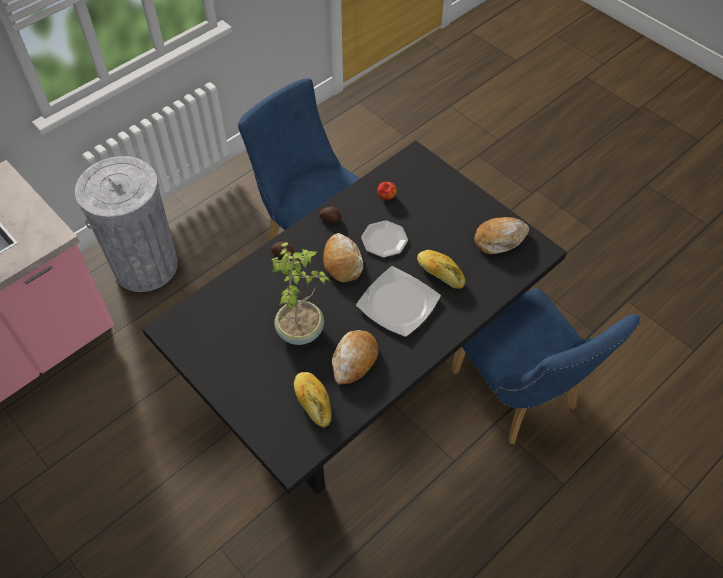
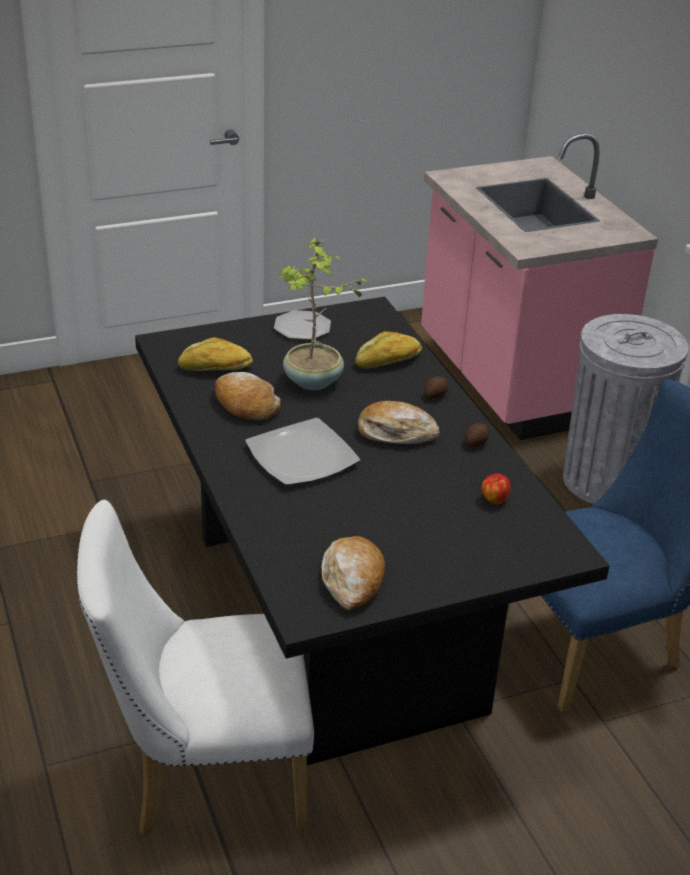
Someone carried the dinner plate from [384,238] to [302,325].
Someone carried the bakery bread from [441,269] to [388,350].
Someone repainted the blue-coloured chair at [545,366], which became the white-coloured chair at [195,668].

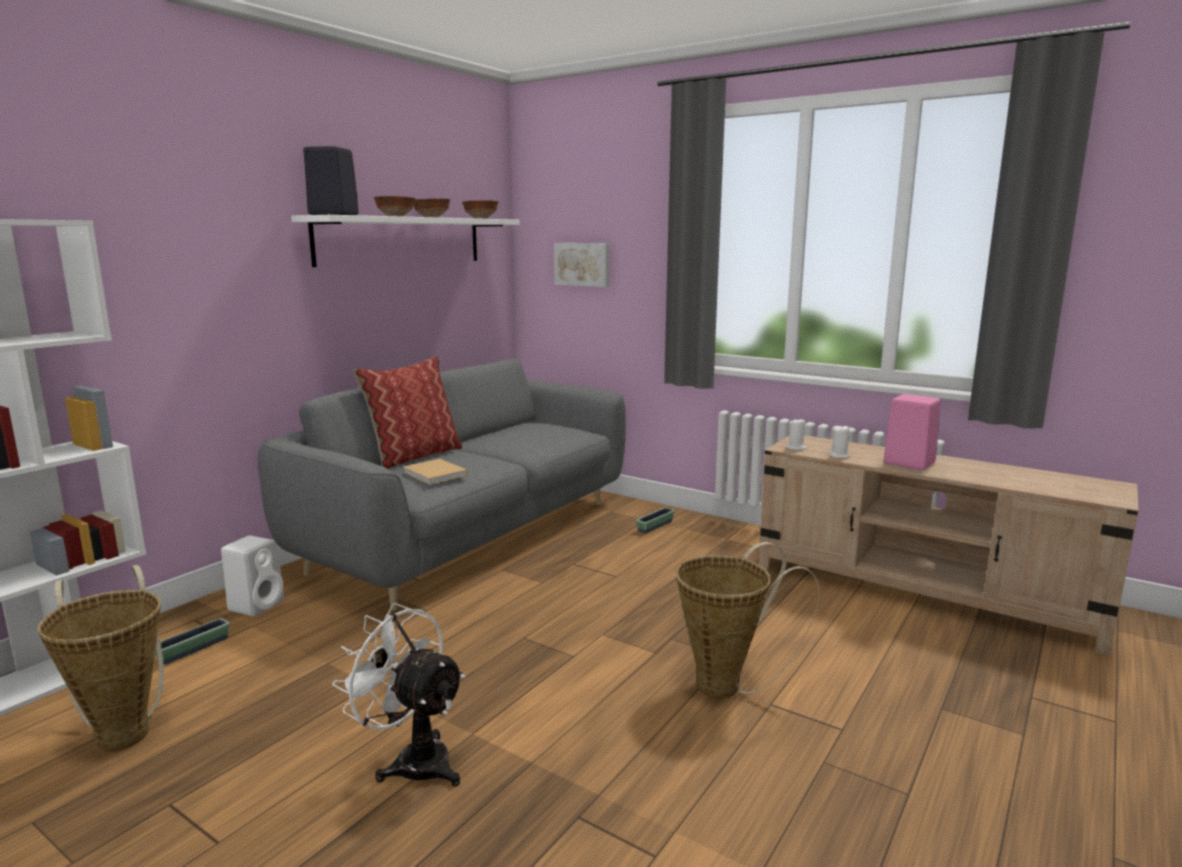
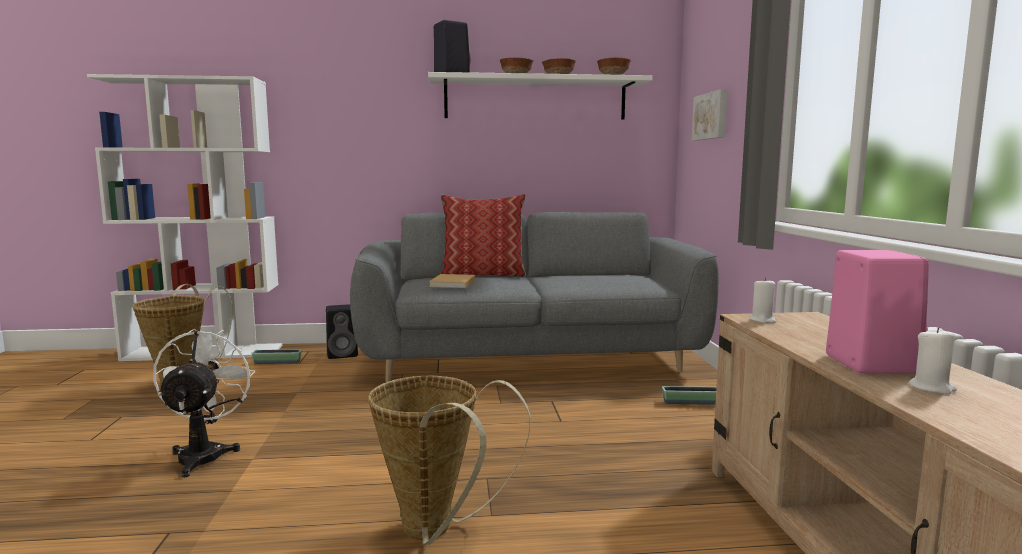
Someone carried the white-coloured wax light from [840,442] to [933,360].
Someone repainted the white-coloured loudspeaker at [252,576], which became the blackish loudspeaker at [342,331].

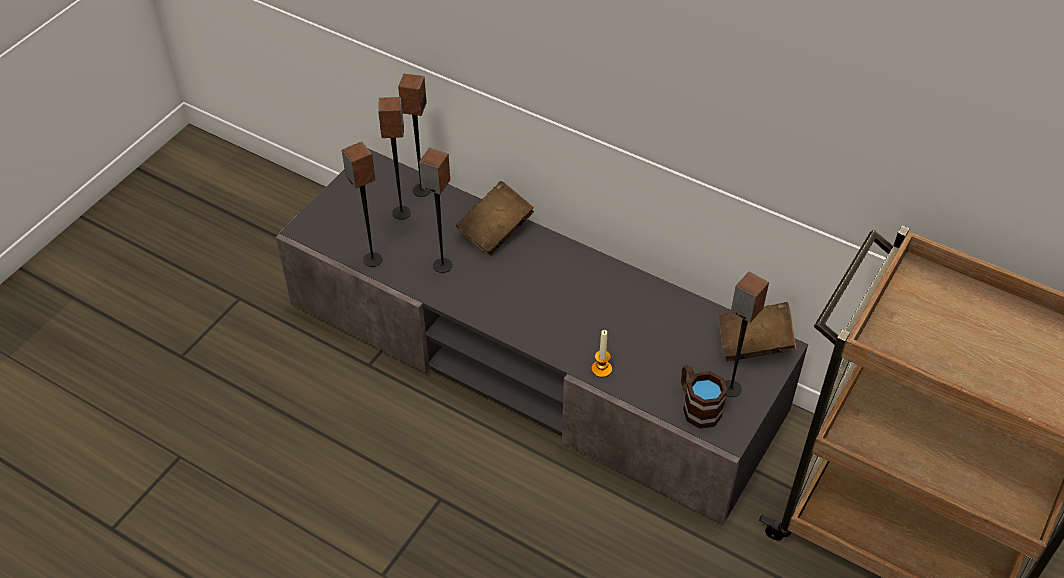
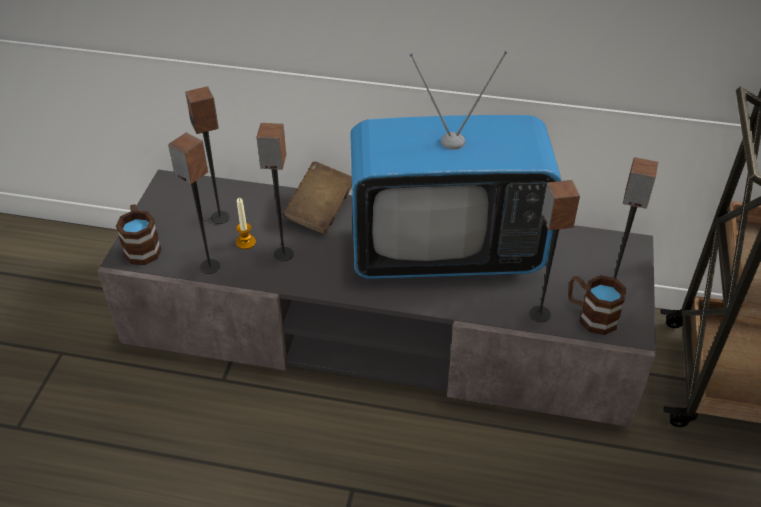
Someone took away the brown volume at [757,331].
Someone put down the brown mug at [138,234].
Someone put down the television at [456,165].
Someone carried the loudspeaker from [414,135] to [554,251].
Someone carried the wax light from [601,354] to [246,223].

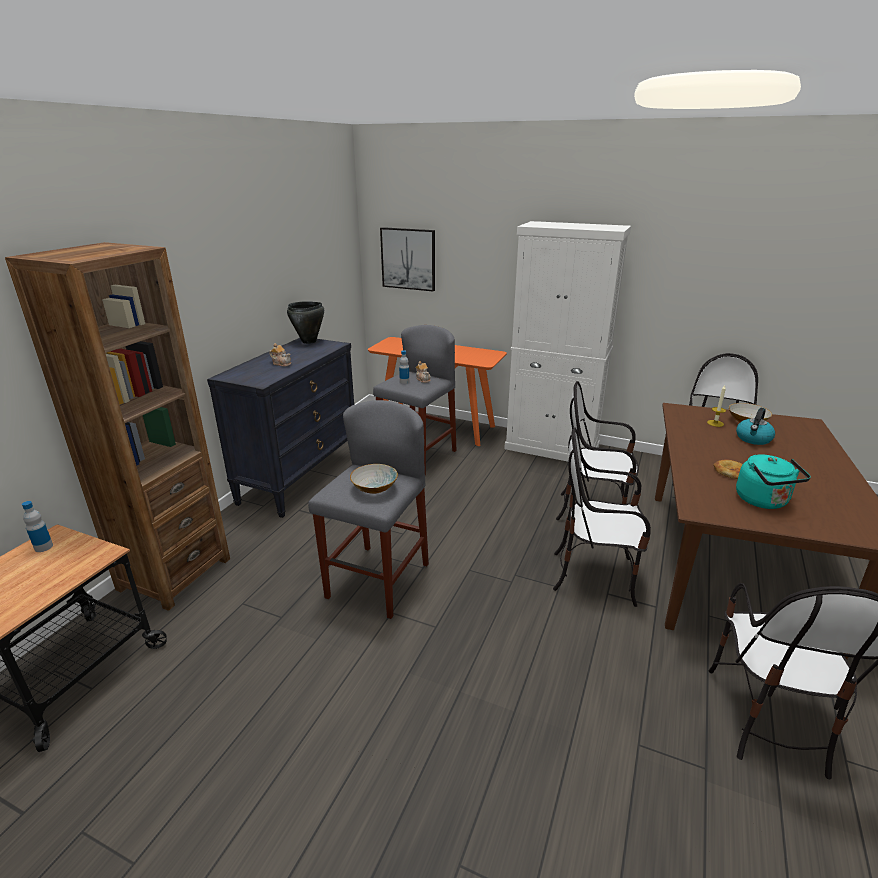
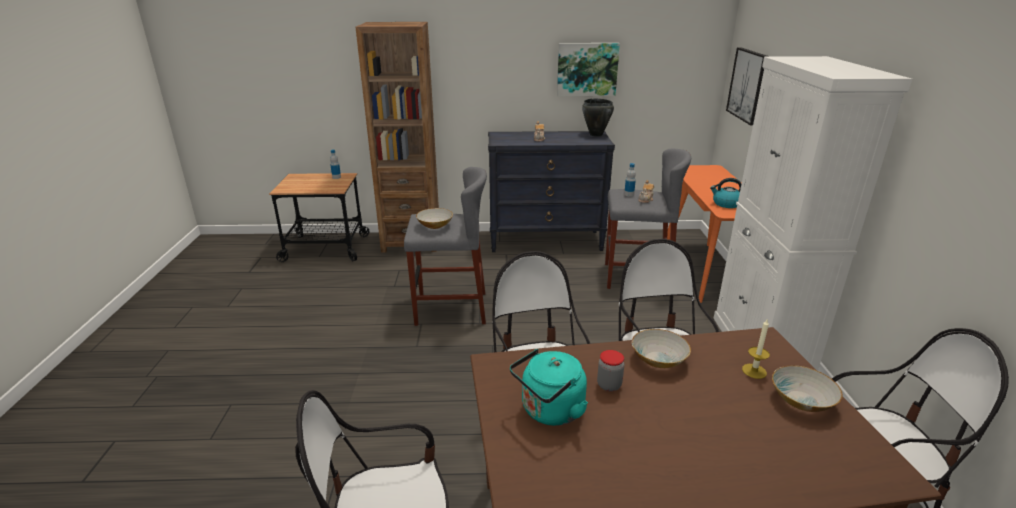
Someone put up the picture at [588,70].
Someone put down the serving bowl at [661,348].
Someone carried the kettle from [755,426] to [725,193].
Someone swapped the bakery bread at [728,469] for the jar at [610,371].

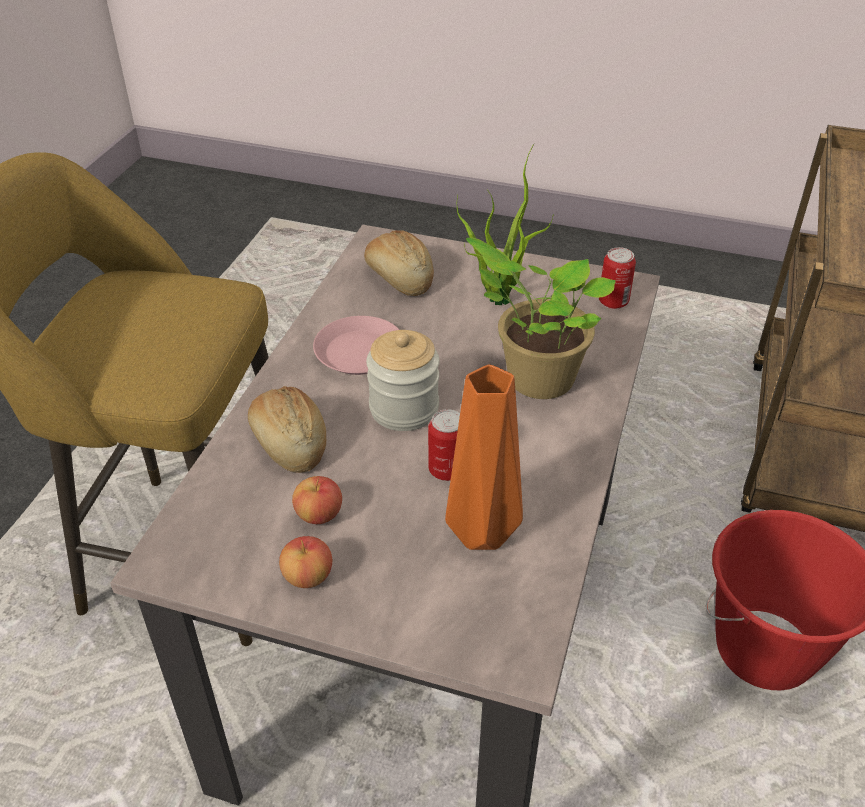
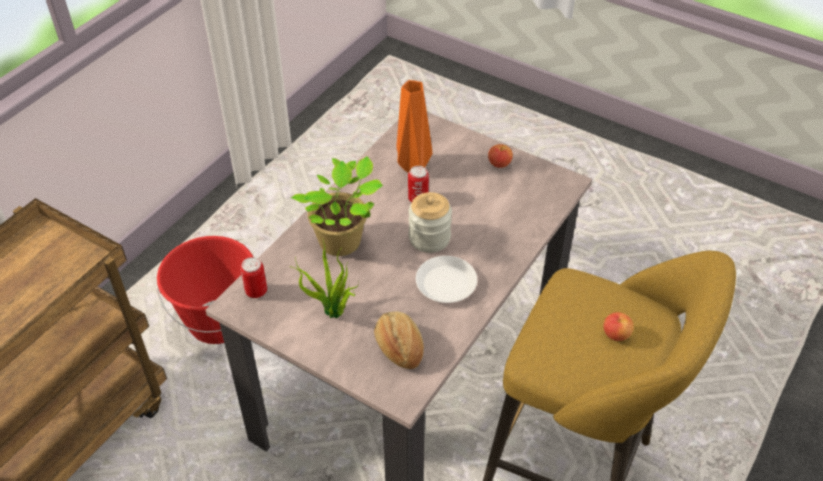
Someone took away the bakery bread at [287,429].
Someone carried the apple from [317,500] to [619,326].
Someone repainted the pinkish dinner plate at [356,345], which became the white-coloured dinner plate at [446,279].

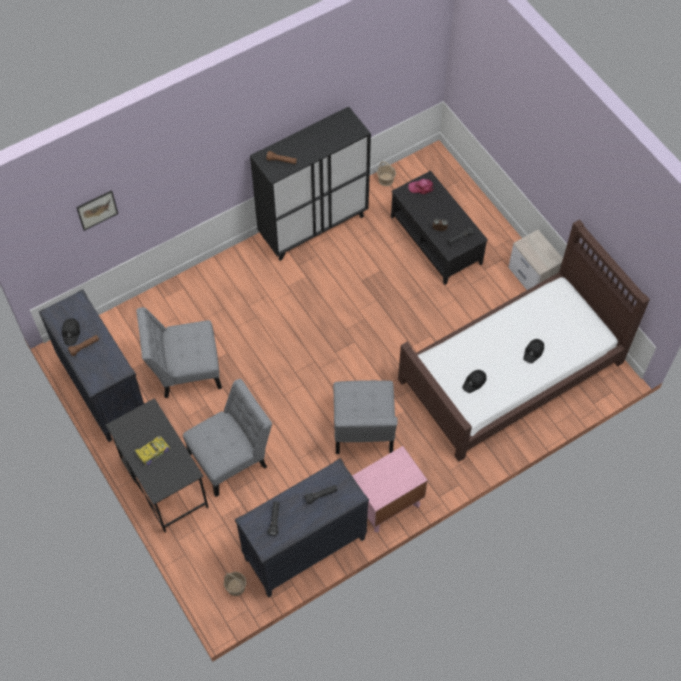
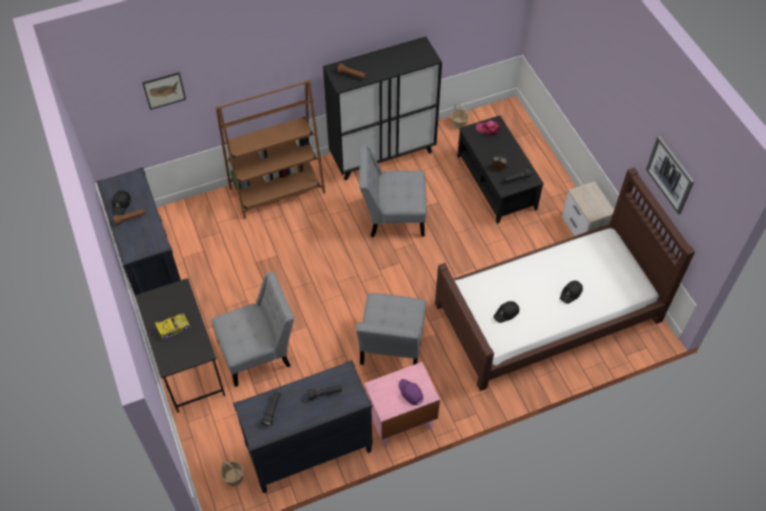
Someone put down the brown bookshelf at [270,149].
Someone put down the purple cap at [411,392].
Someone put up the picture at [670,175].
Someone carried the greyish chair from [179,352] to [393,190].

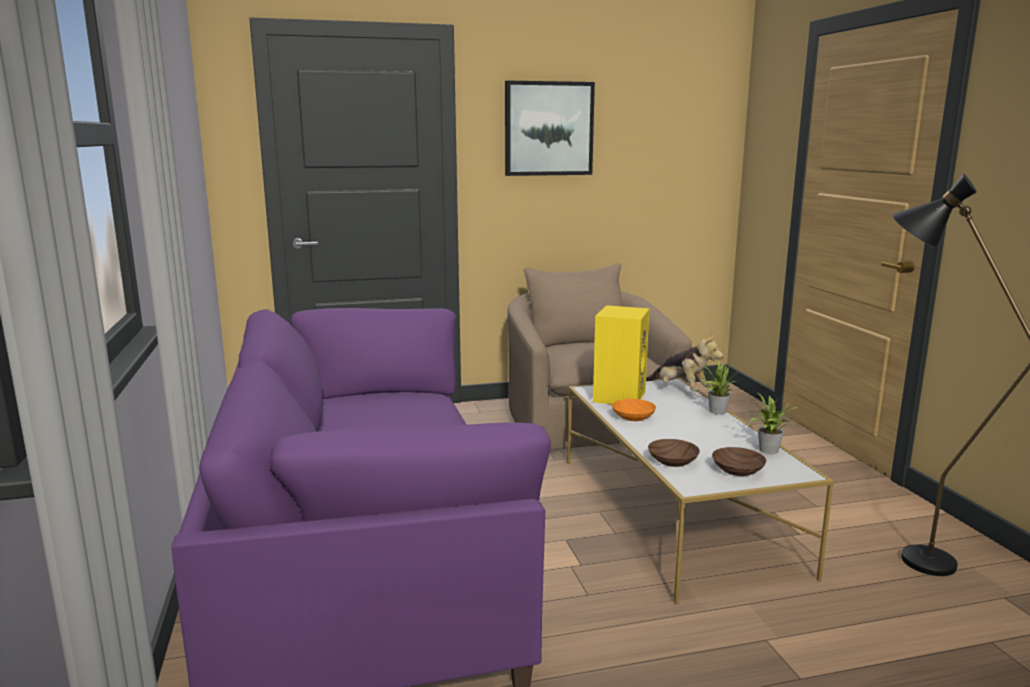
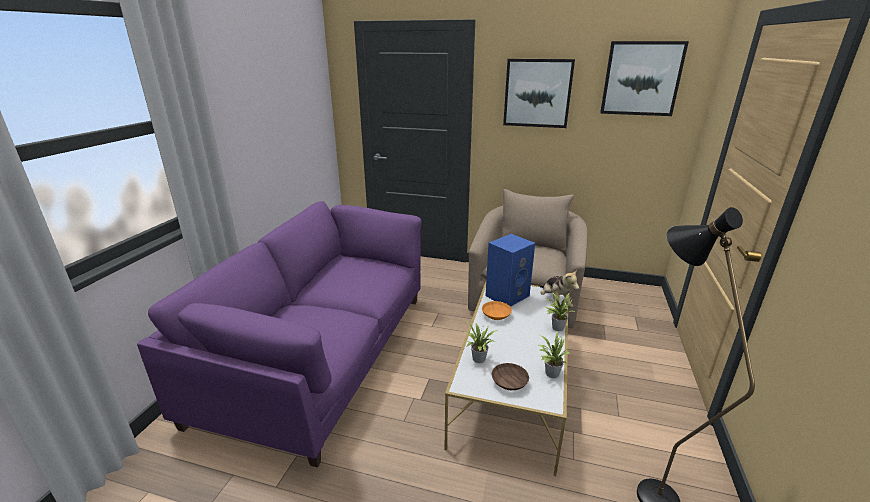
Someone put up the picture at [644,78].
Someone swapped the brown serving bowl at [674,453] for the potted plant at [482,342].
Someone repainted the yellowish loudspeaker at [621,354], which became the blue-coloured loudspeaker at [510,270].

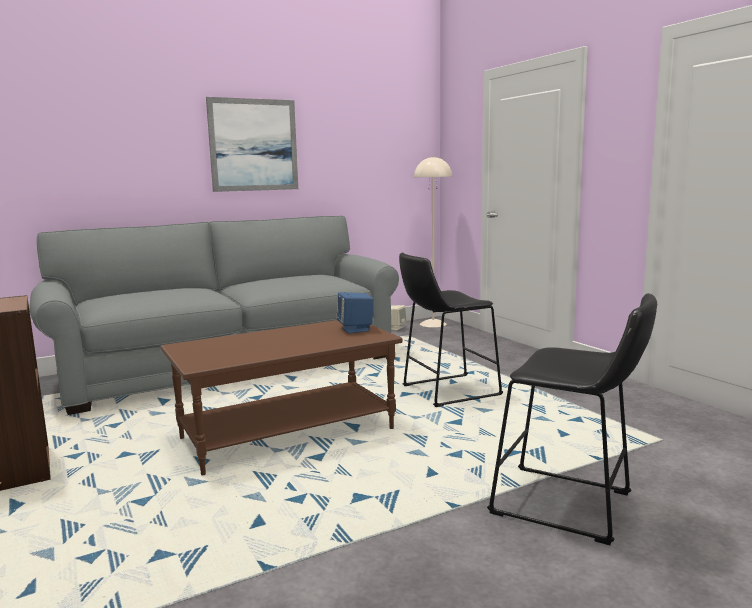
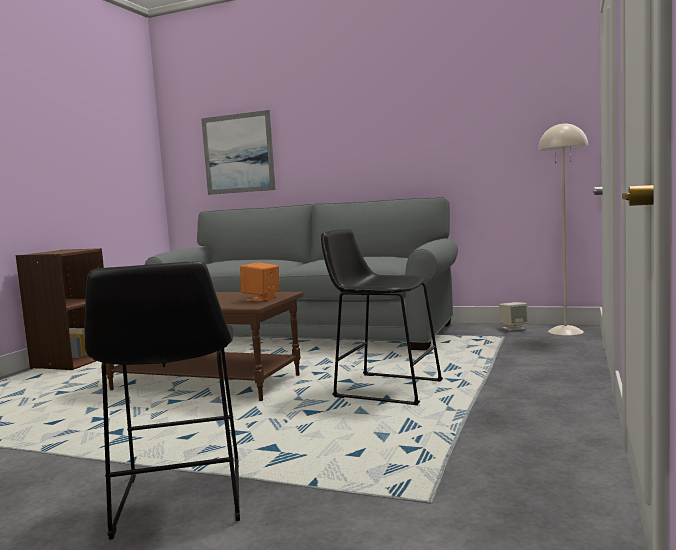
Someone carried the picture from [252,144] to [238,152].
Someone repainted the blue-coloured loudspeaker at [355,312], which became the orangey loudspeaker at [259,281].

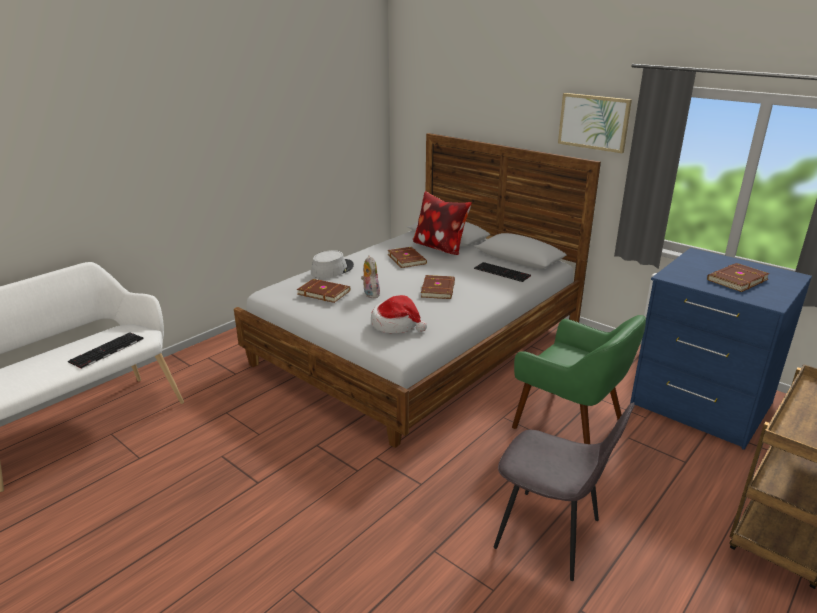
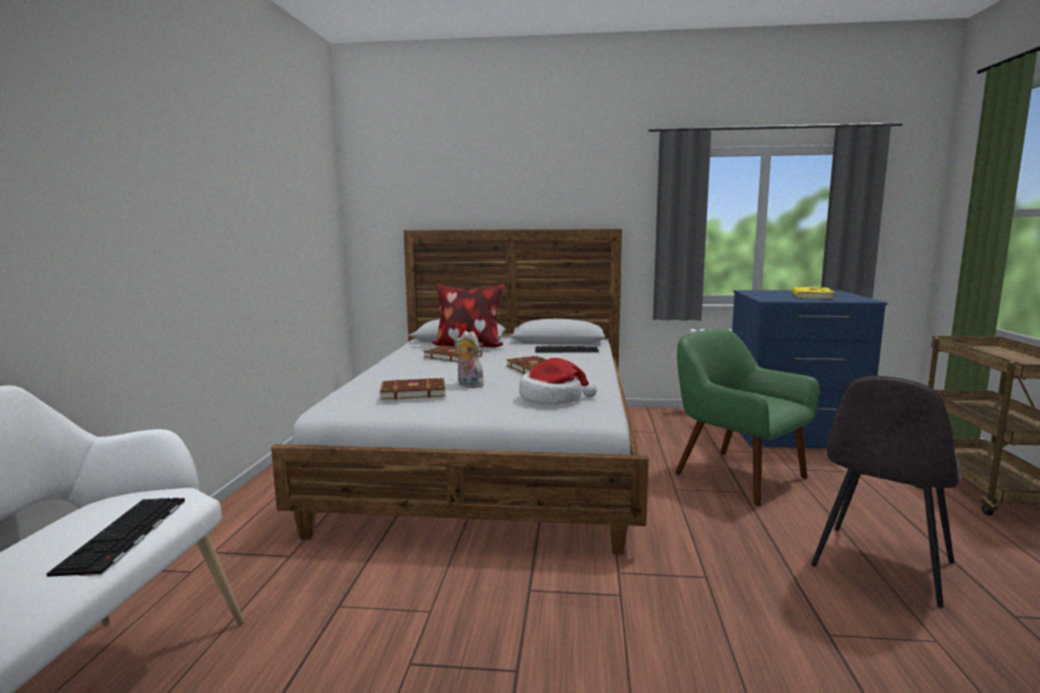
Someone took away the greyish hat at [332,264].
Someone took away the picture at [595,123].
Someone repainted the brown volume at [738,277], which became the yellowish volume at [813,293].
Someone rotated the greyish chair at [564,491] by 135 degrees clockwise.
Someone rotated the green-coloured lounge chair at [579,379] by 135 degrees counterclockwise.

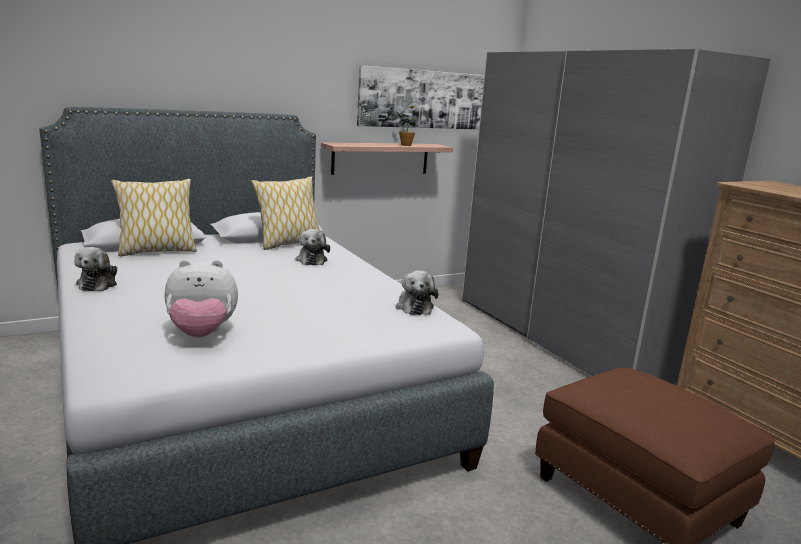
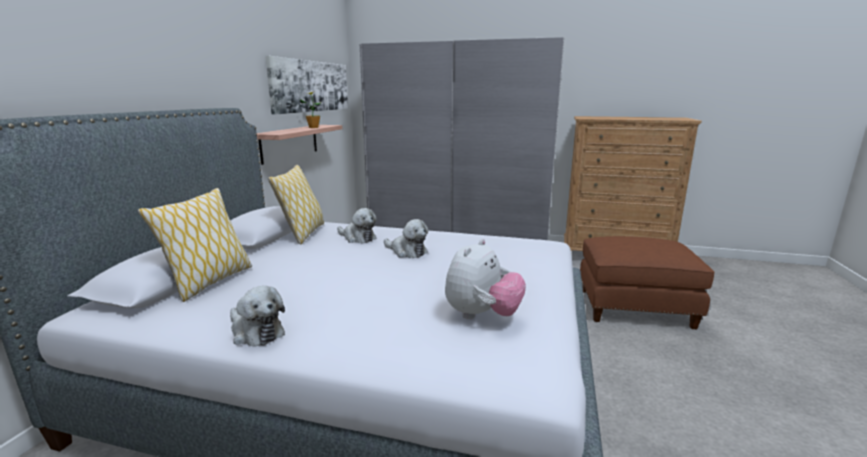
Someone carried the soft toy from [417,292] to [406,238].

